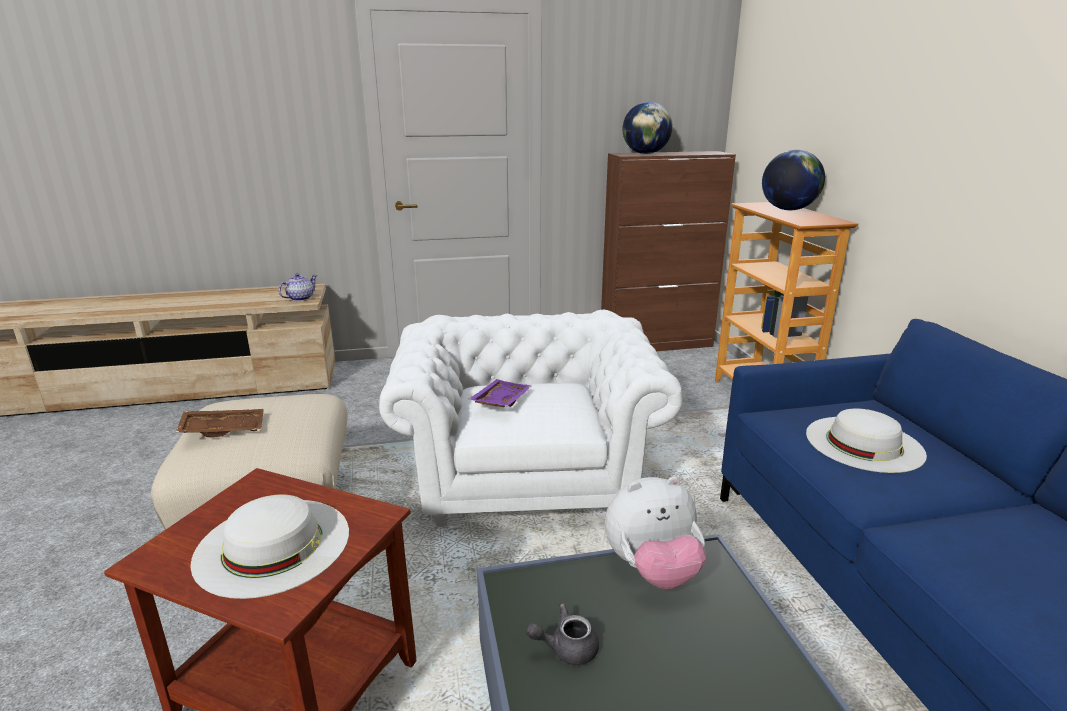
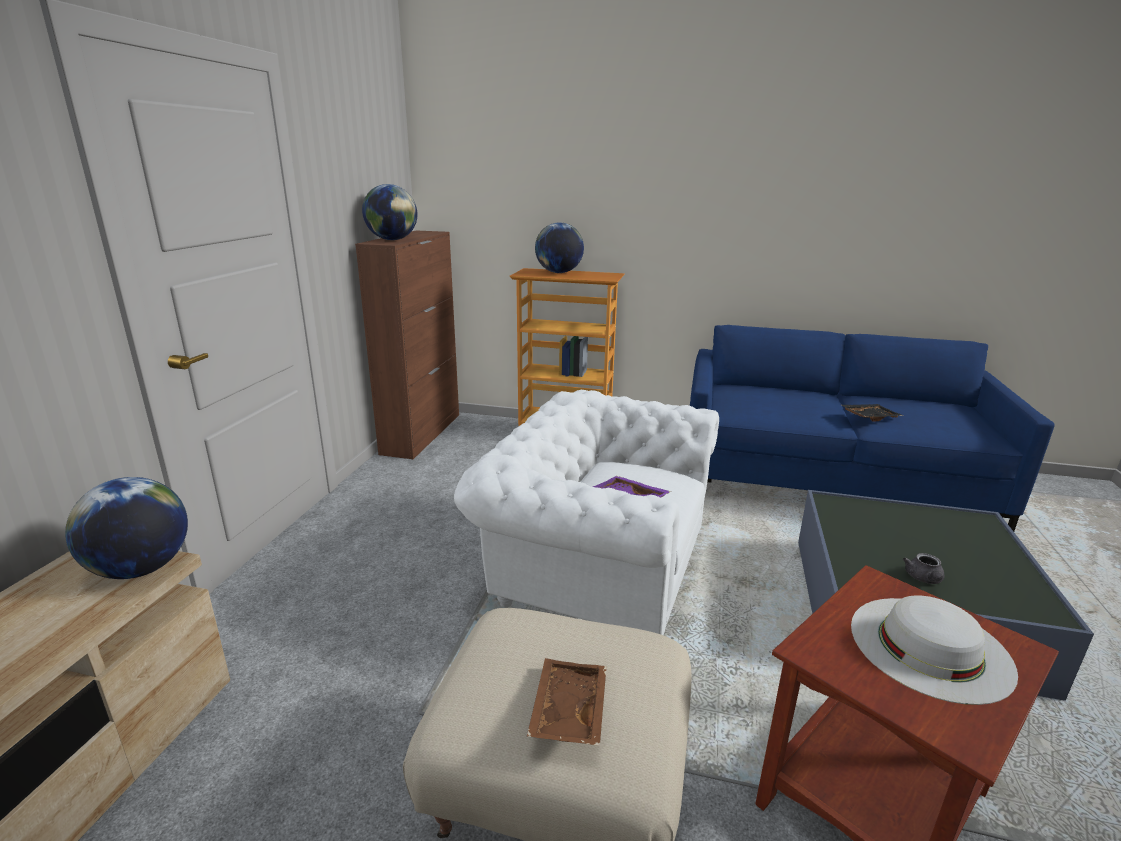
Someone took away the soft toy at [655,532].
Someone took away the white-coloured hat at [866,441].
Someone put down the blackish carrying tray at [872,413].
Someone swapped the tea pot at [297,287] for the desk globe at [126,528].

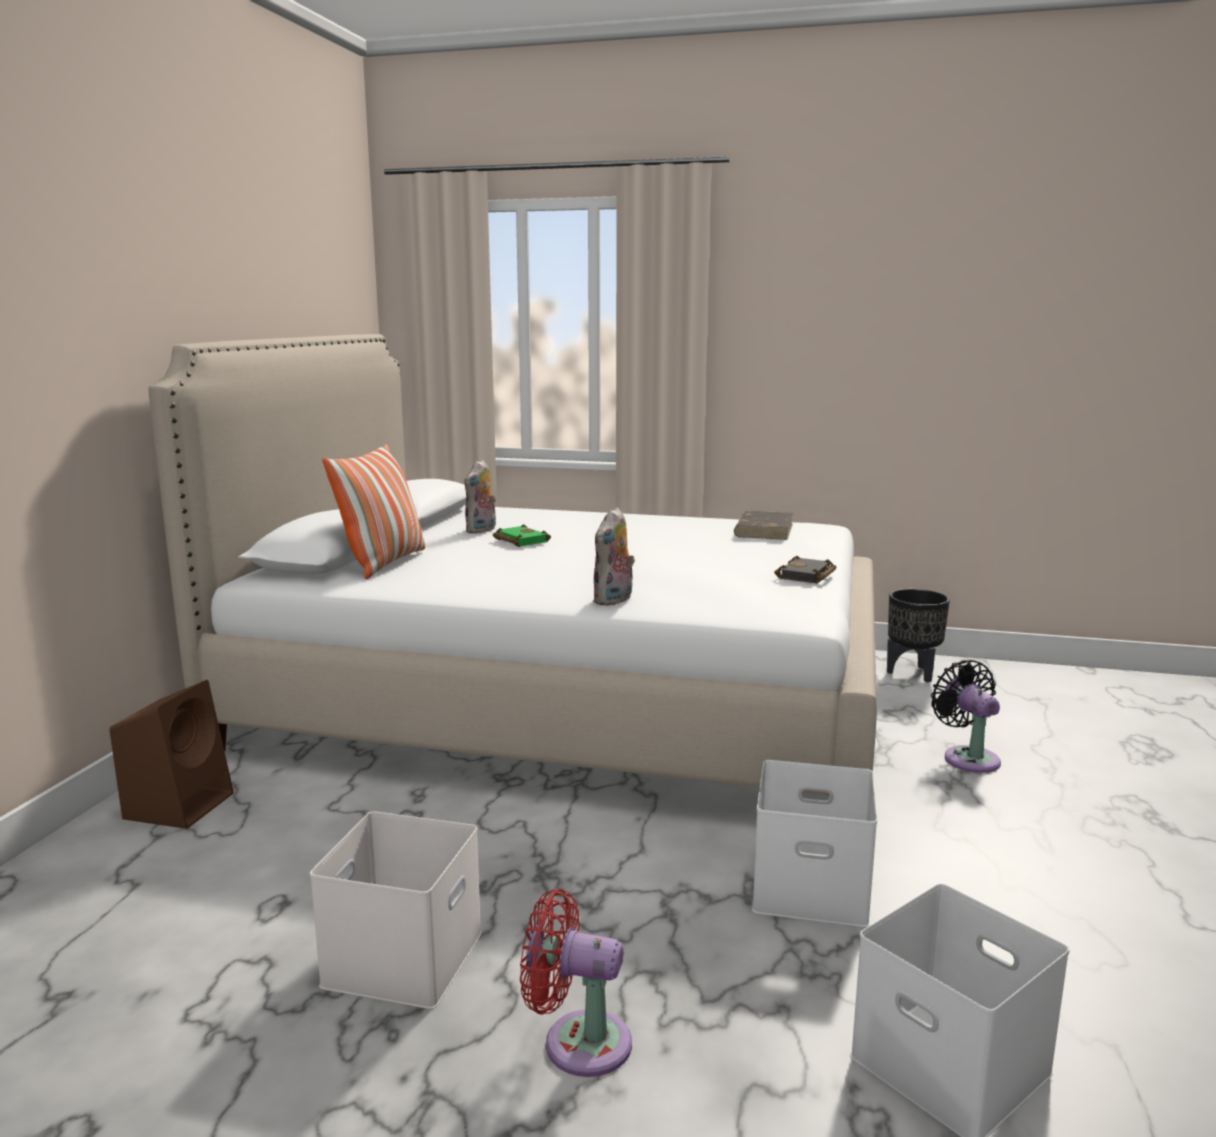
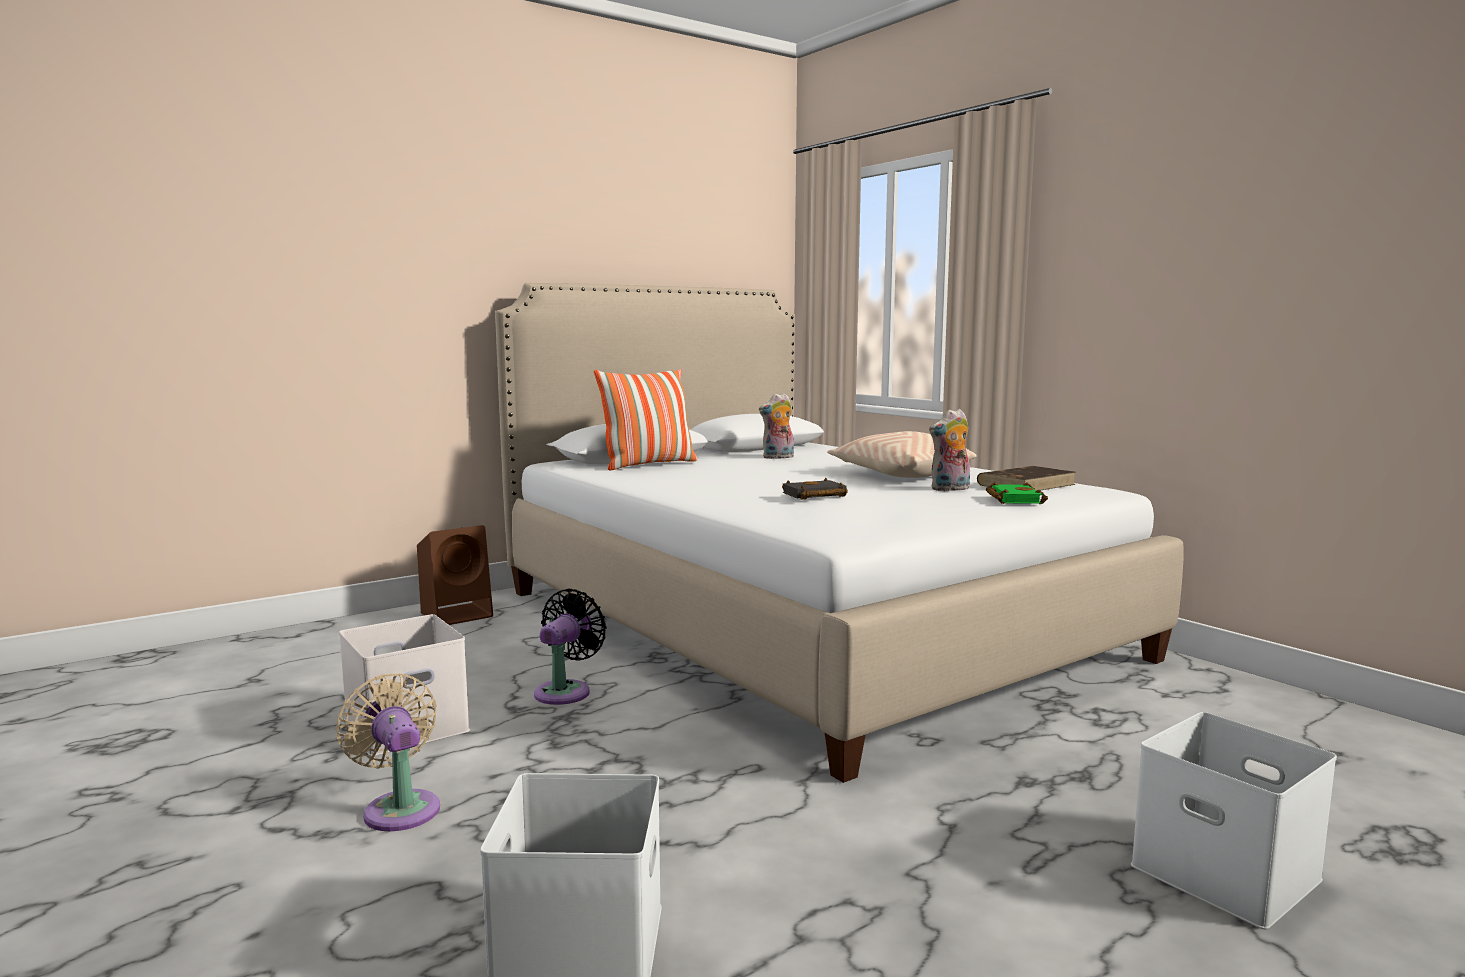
Someone took away the blackish plant pot at [918,635].
Someone put down the beige-coloured cushion at [902,454].
Someone carried the green-coloured volume from [522,535] to [1017,493].
Someone carried the soft toy from [614,556] to [949,450].
Someone carried the white-coloured storage box from [814,843] to [1234,820].
Someone carried the blackish volume from [805,570] to [815,489].
Someone carried the blackish electric fan from [966,716] to [570,647].
Someone repainted the red-coloured electric fan at [576,983], which became the beige-coloured electric fan at [388,752].

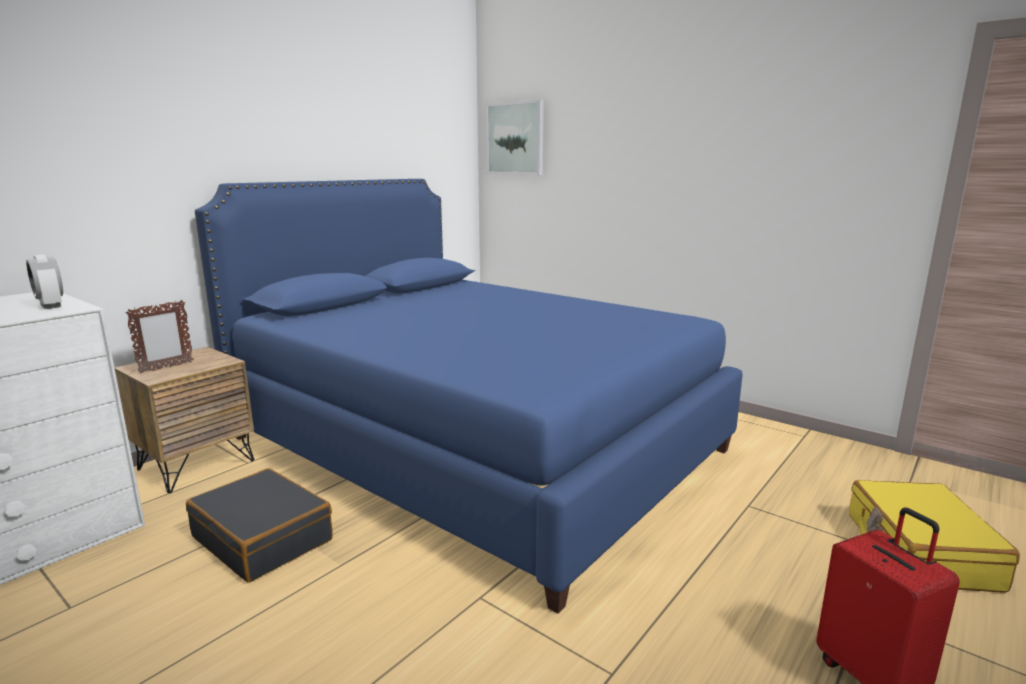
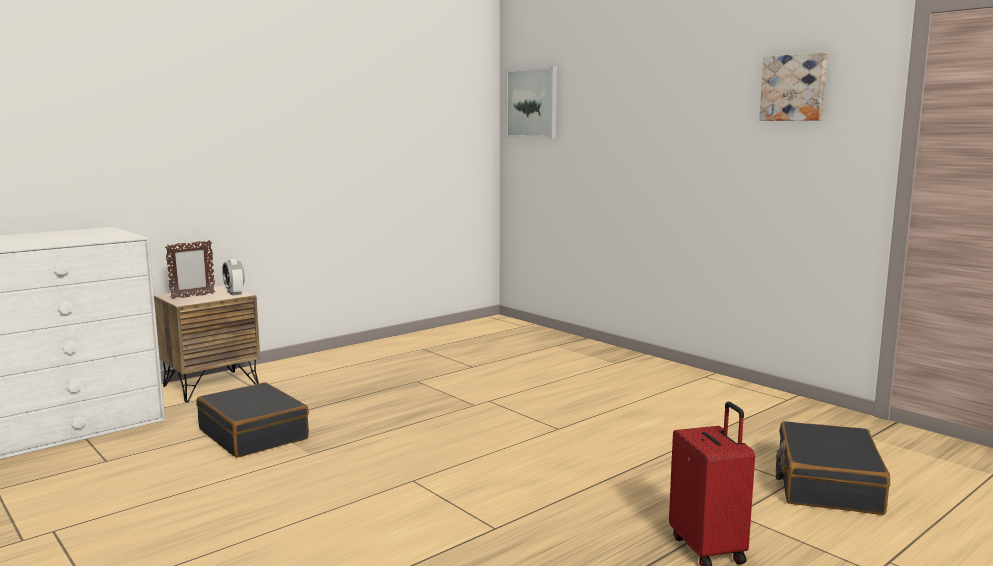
Someone took away the blue-coloured bed at [469,396].
Someone put up the picture at [793,86].
Someone carried the table clock from [44,281] to [233,277].
Someone repainted the yellowish travel case at [934,536], which became the blackish travel case at [833,468].

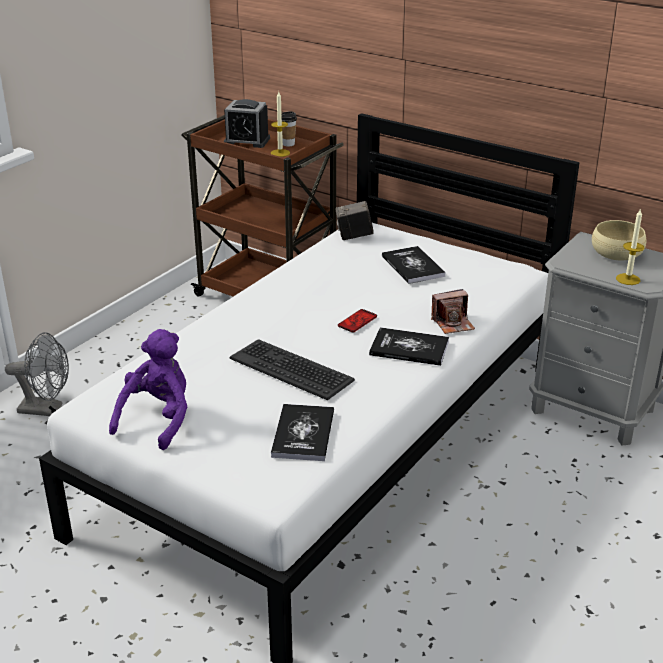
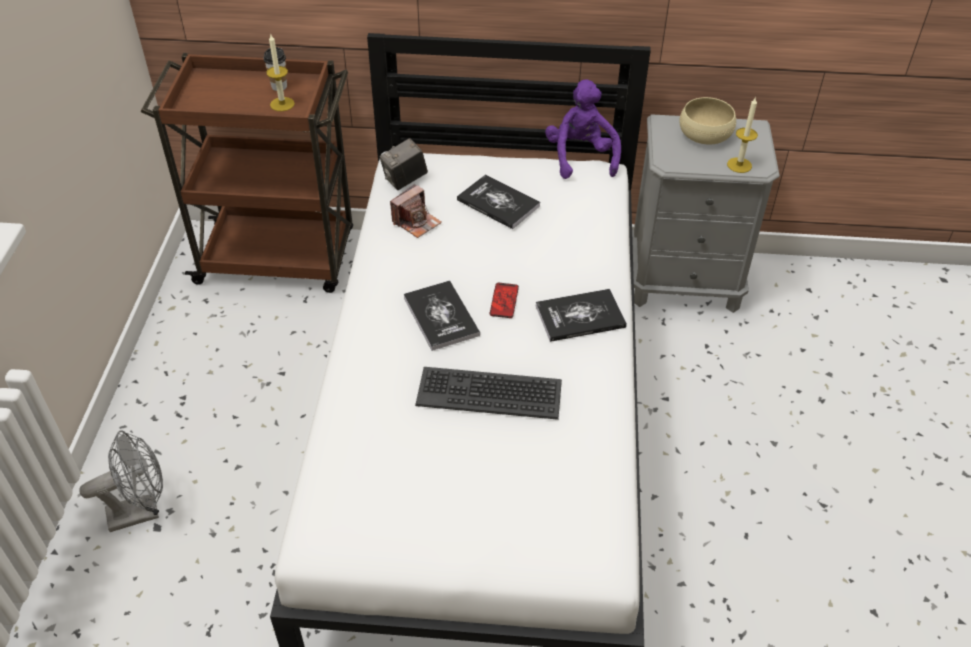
Someone took away the table clock at [247,123].
Someone carried the purple soft toy from [148,389] to [583,129].
Someone carried the volume from [302,432] to [442,315].
Someone carried the still camera from [453,311] to [416,211].

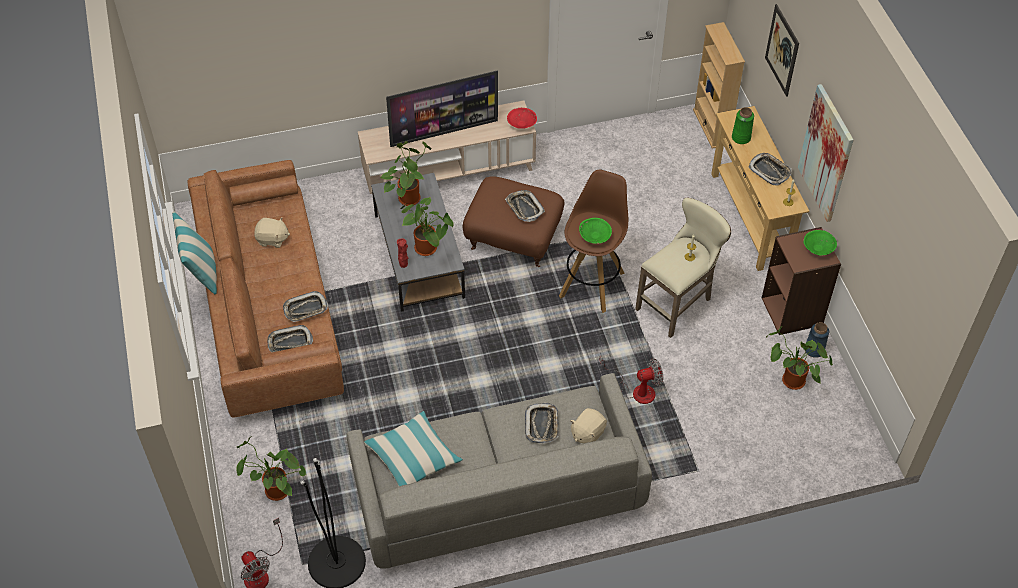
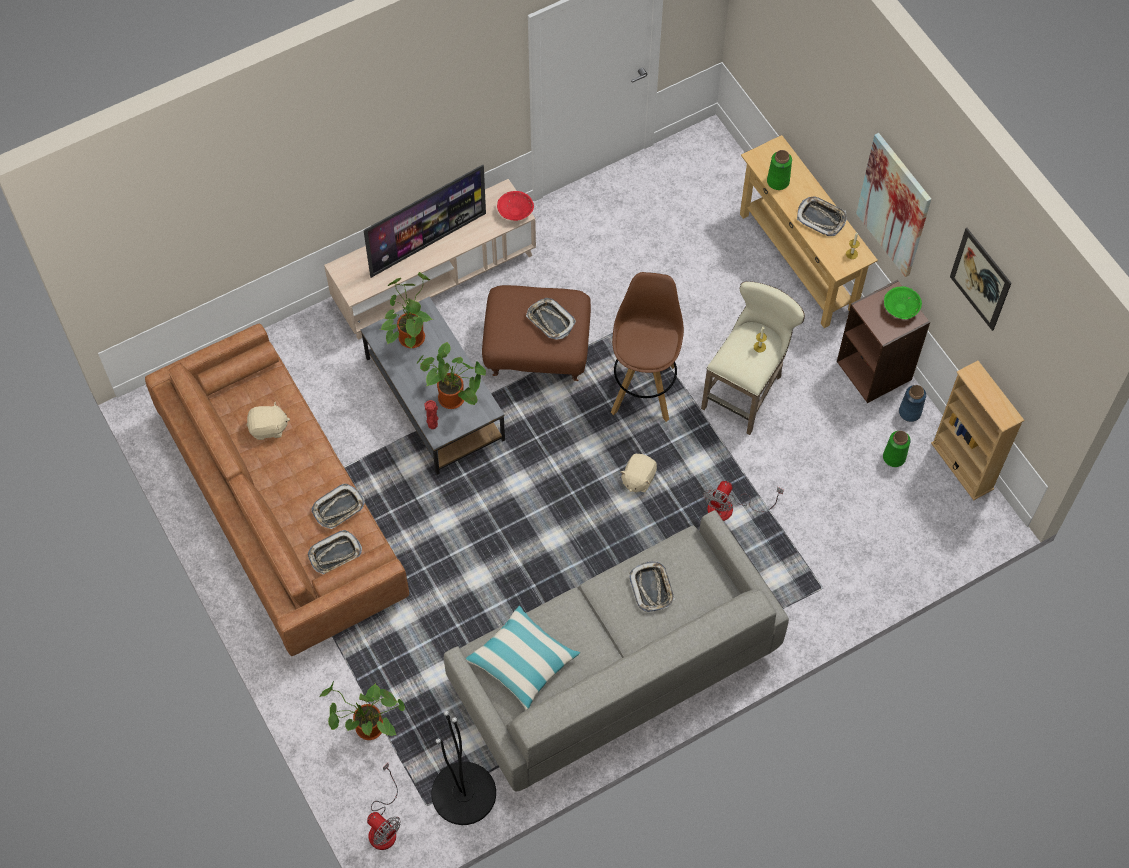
Someone took away the cushion at [194,253].
Someone took away the green-coloured serving bowl at [595,231].
Someone carried the beige-coloured soft toy from [588,425] to [638,473].
Someone carried the beige-coloured bookshelf from [719,85] to [977,430].
Someone carried the picture from [782,50] to [980,279].
Someone swapped the potted plant at [799,358] for the green-coloured decorative vase at [897,449].
Someone rotated the electric fan at [631,380] by 150 degrees clockwise.

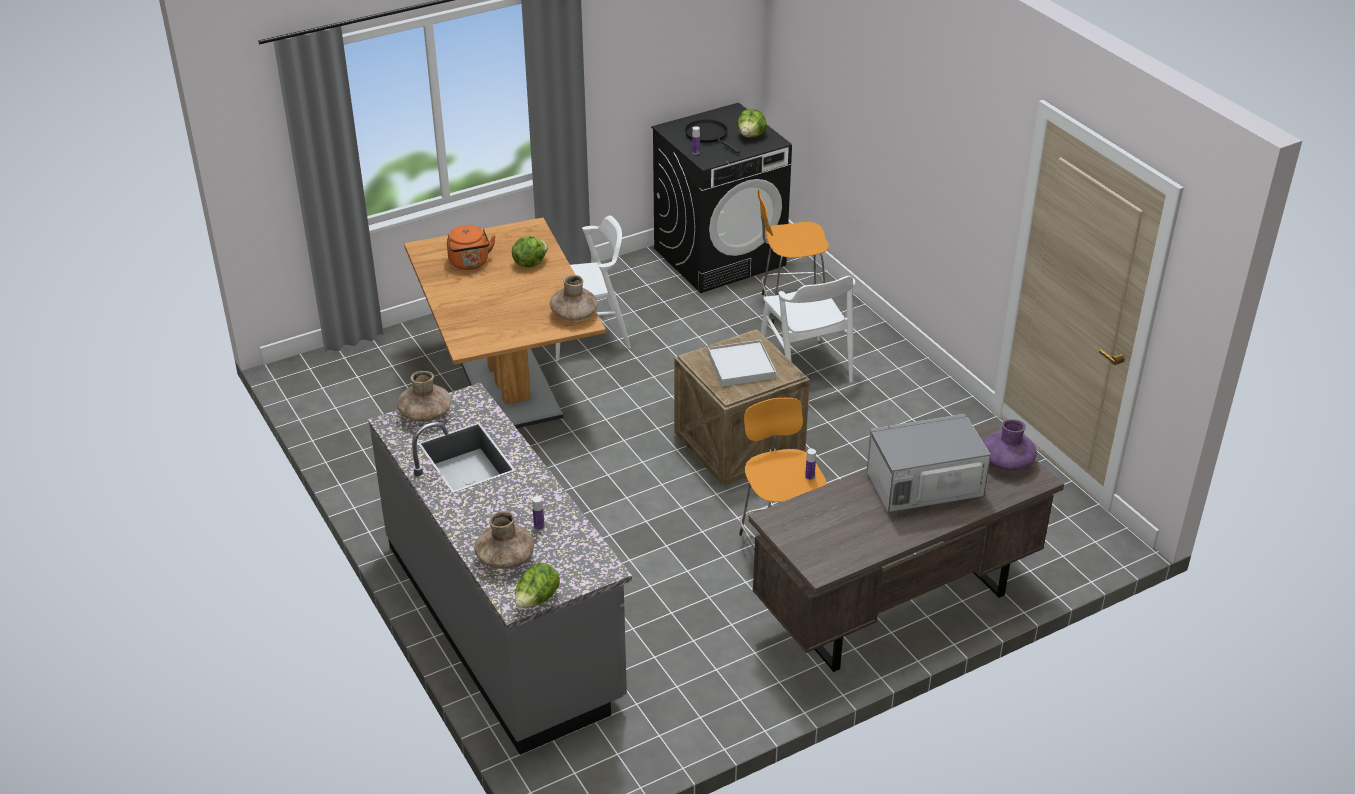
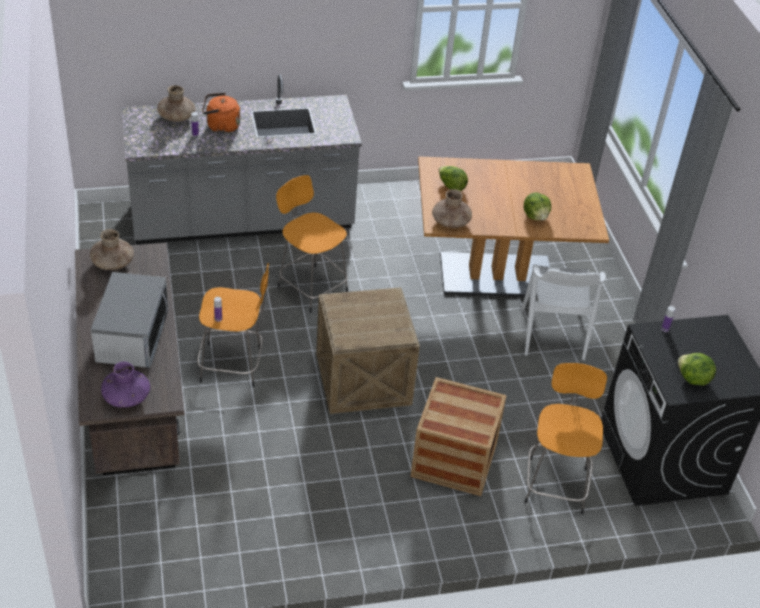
Someone took away the blackish pan at [712,136].
Someone took away the white-coloured carrying tray at [742,363].
Someone put down the orangey stool at [312,244].
Someone carried the brown decorative vase from [424,396] to [112,249].
Someone carried the orangey kettle from [471,247] to [221,113].
Someone carried the lettuce head from [537,585] to [453,178].
Someone swapped the white-coloured chair at [808,329] for the crate at [458,436].

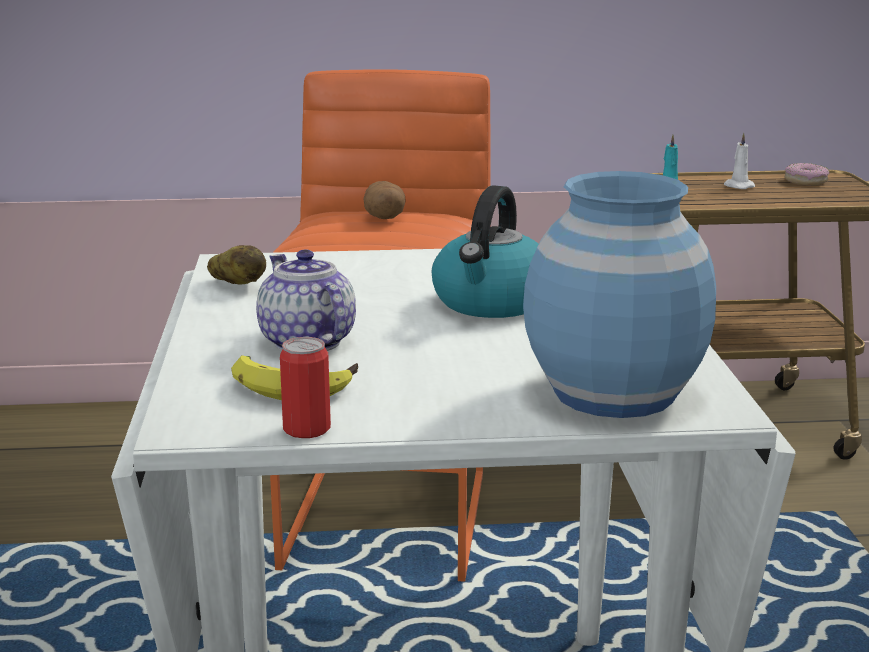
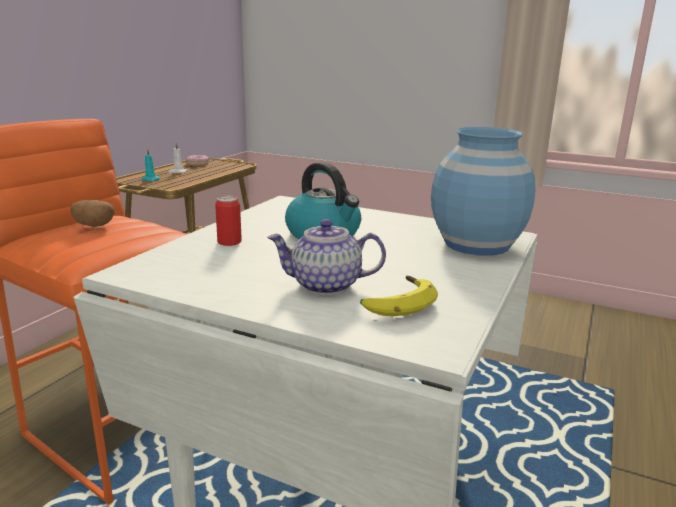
Someone took away the potato at [236,265].
Someone carried the sealed can from [305,387] to [228,221].

